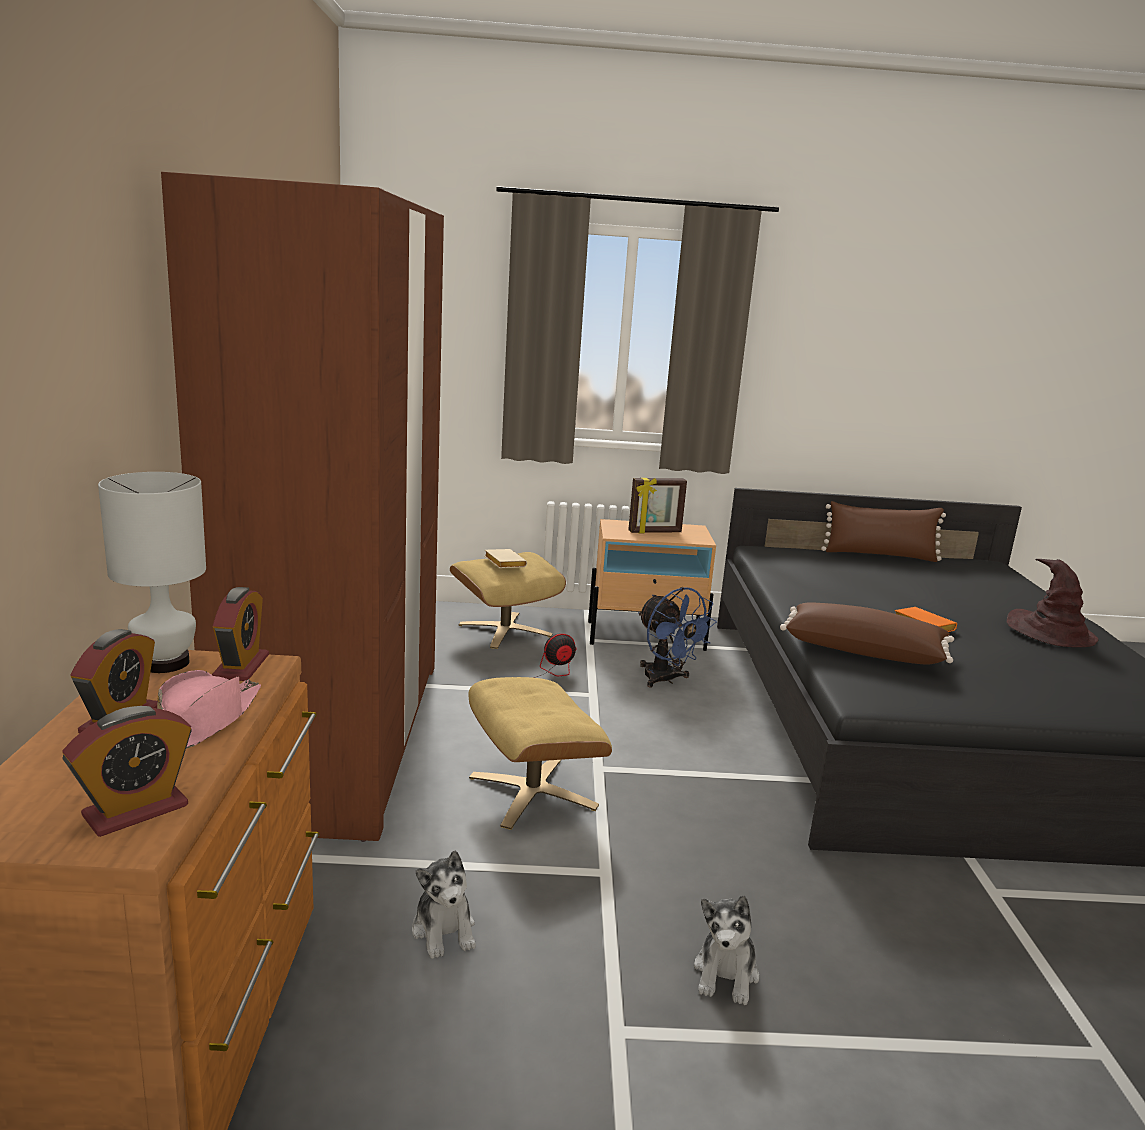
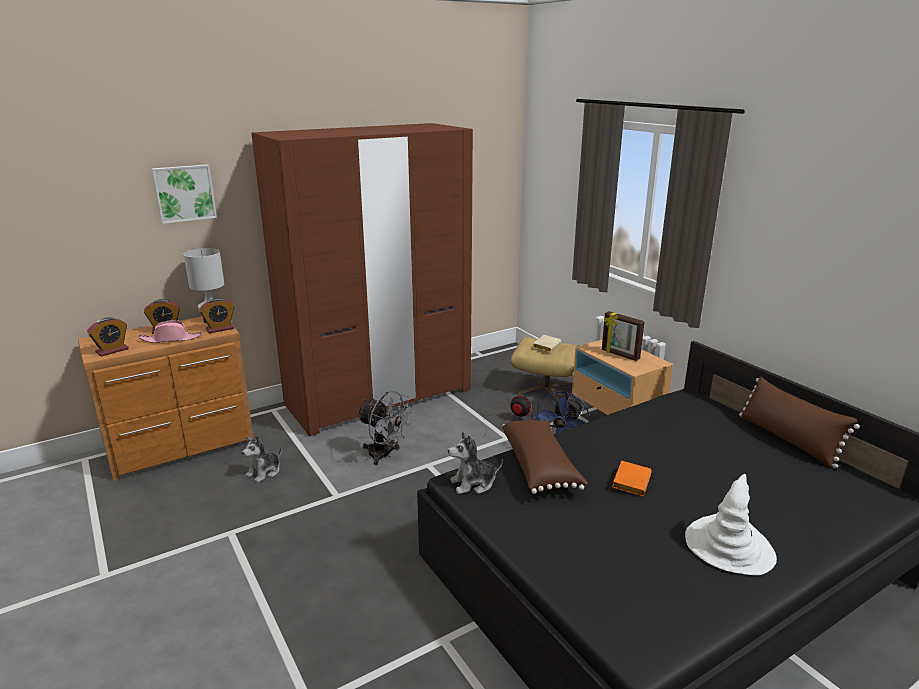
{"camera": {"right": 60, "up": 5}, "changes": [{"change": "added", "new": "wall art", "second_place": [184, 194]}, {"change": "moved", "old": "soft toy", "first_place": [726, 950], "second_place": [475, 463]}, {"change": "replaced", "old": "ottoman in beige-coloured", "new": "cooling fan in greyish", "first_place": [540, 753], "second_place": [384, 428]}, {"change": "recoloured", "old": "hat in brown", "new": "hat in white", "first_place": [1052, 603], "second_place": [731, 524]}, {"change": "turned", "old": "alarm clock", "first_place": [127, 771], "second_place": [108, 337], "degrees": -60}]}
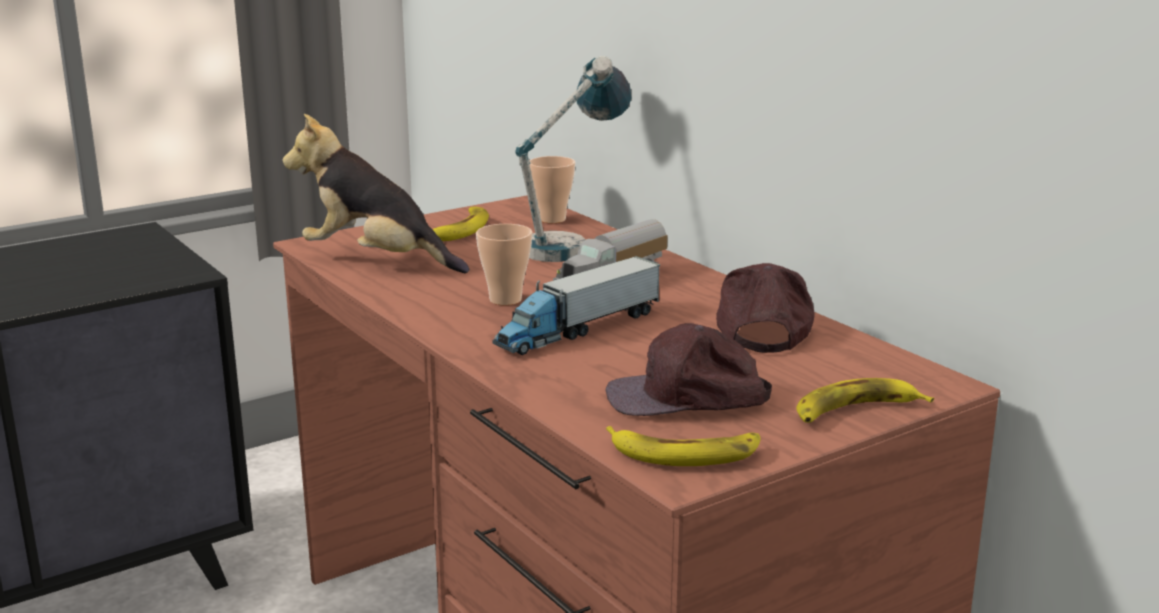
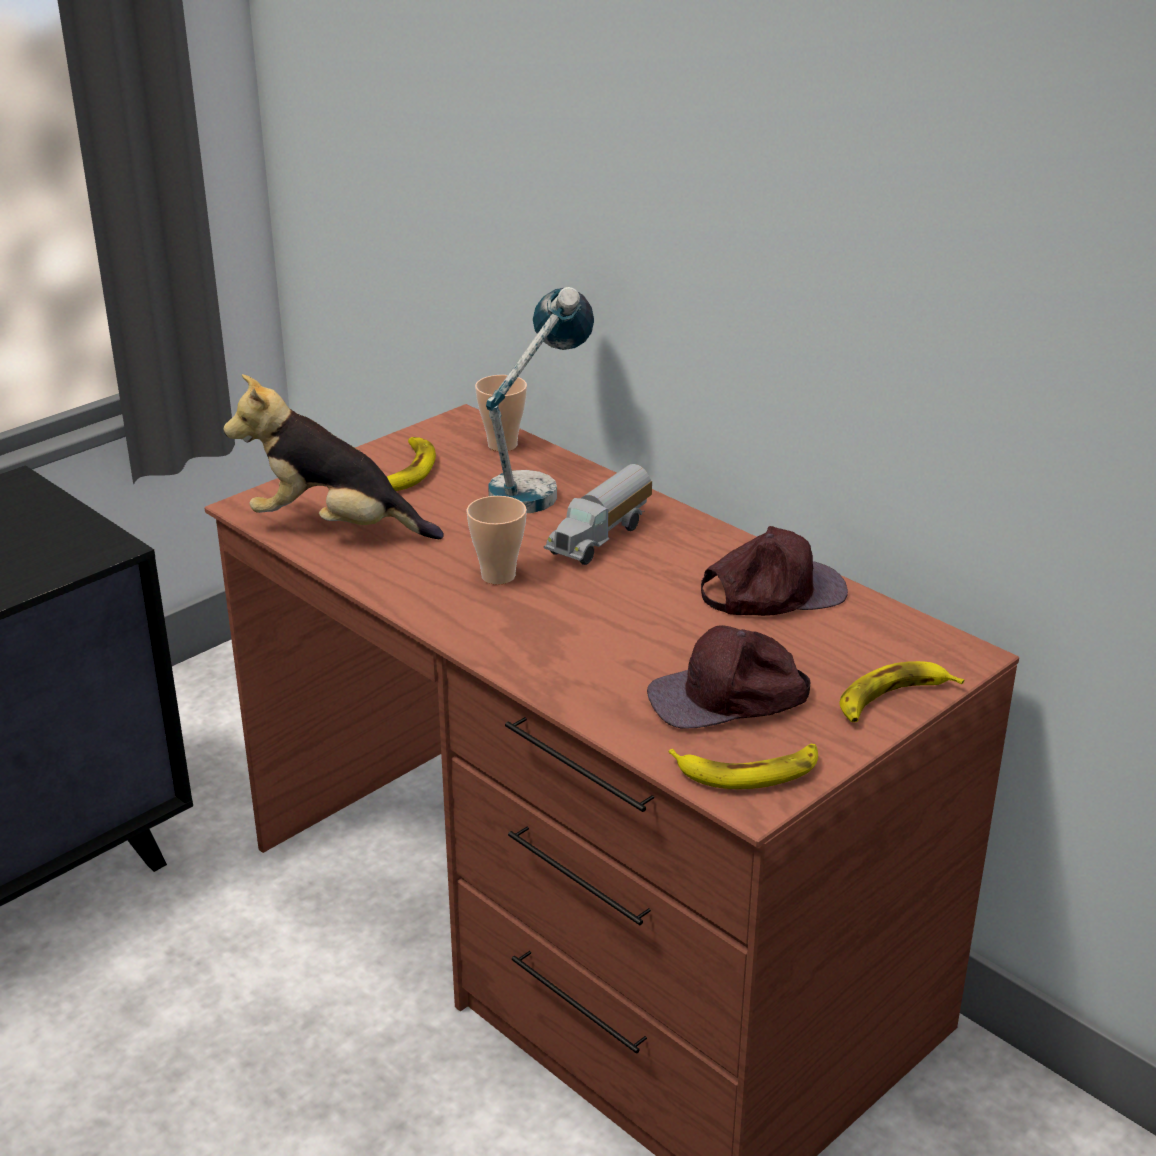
{"camera": {"right": -10, "up": 10}, "changes": [{"change": "removed", "old": "toy truck", "first_place": [576, 305]}, {"change": "turned", "old": "peaked cap in brown", "first_place": [765, 308], "second_place": [774, 571], "degrees": 75}]}
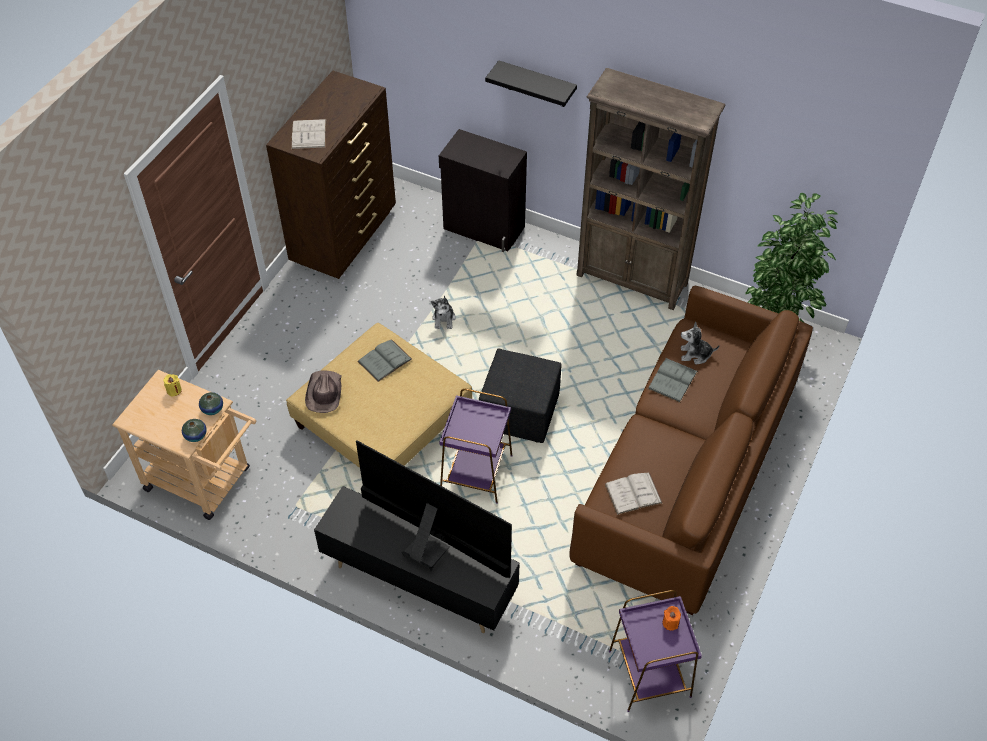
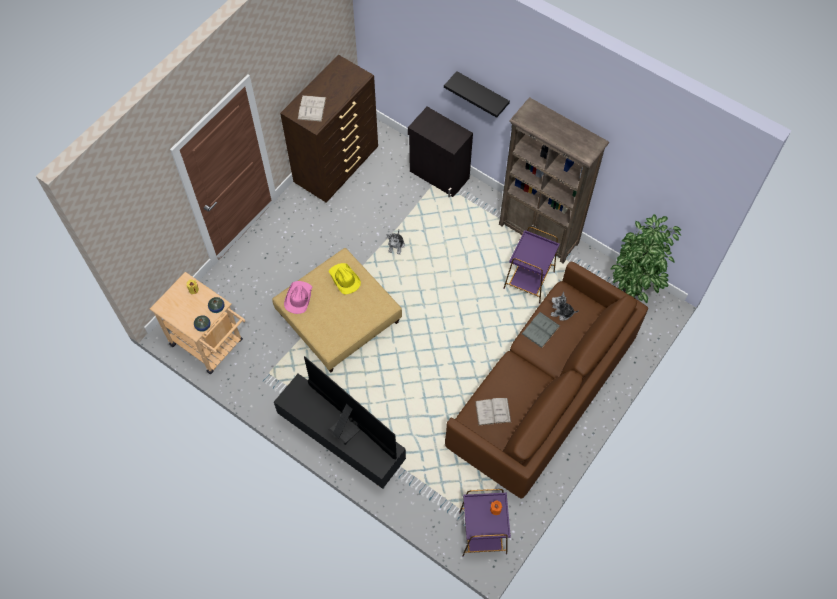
{"camera": {"right": 10, "up": 10}, "changes": [{"change": "removed", "old": "ottoman in black-coloured", "first_place": [520, 395]}, {"change": "moved", "old": "end table in purple", "first_place": [475, 446], "second_place": [531, 265]}, {"change": "replaced", "old": "volume in greyish", "new": "hat in yellowish", "first_place": [384, 360], "second_place": [345, 279]}, {"change": "recoloured", "old": "hat in brown", "new": "hat in pink-coloured", "first_place": [323, 391], "second_place": [298, 297]}]}
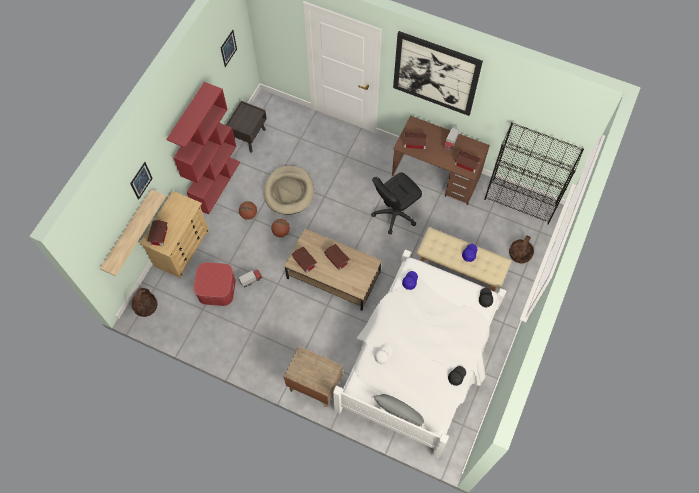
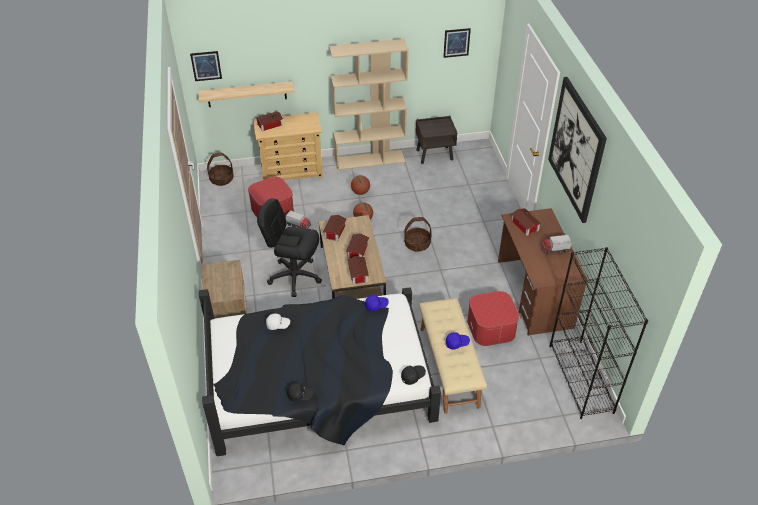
{"camera": {"right": 55, "up": -20}, "changes": [{"change": "removed", "old": "dog bed in beige-coloured", "first_place": [289, 190]}, {"change": "removed", "old": "throw pillow in greyish", "first_place": [399, 411]}, {"change": "added", "new": "ottoman", "second_place": [493, 318]}, {"change": "moved", "old": "wall art", "first_place": [141, 181], "second_place": [206, 66]}, {"change": "moved", "old": "computer chair in black-coloured", "first_place": [396, 203], "second_place": [289, 247]}, {"change": "moved", "old": "miniature house", "first_place": [468, 161], "second_place": [358, 270]}, {"change": "moved", "old": "storage basket", "first_place": [521, 249], "second_place": [417, 234]}, {"change": "recoloured", "old": "bookshelf in red", "new": "bookshelf in beige-coloured", "first_place": [203, 148], "second_place": [369, 104]}, {"change": "recoloured", "old": "bed in white", "new": "bed in black-coloured", "first_place": [419, 353], "second_place": [320, 371]}]}
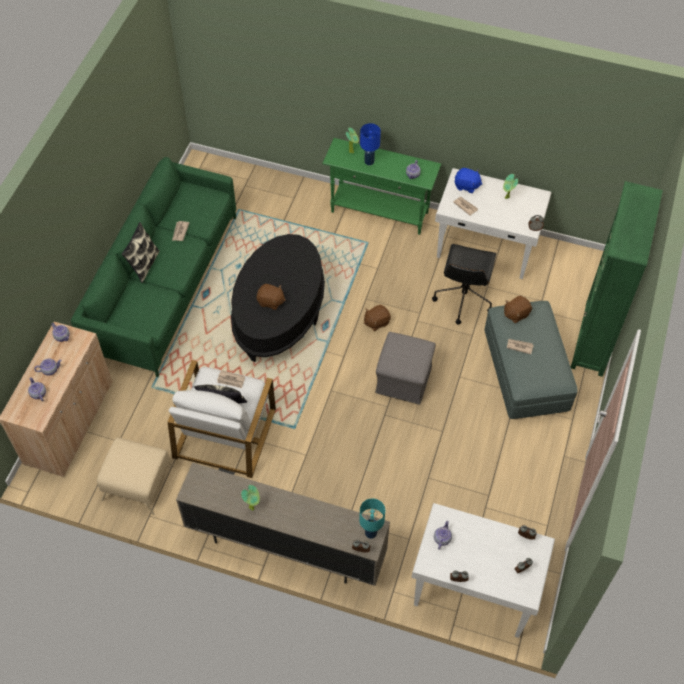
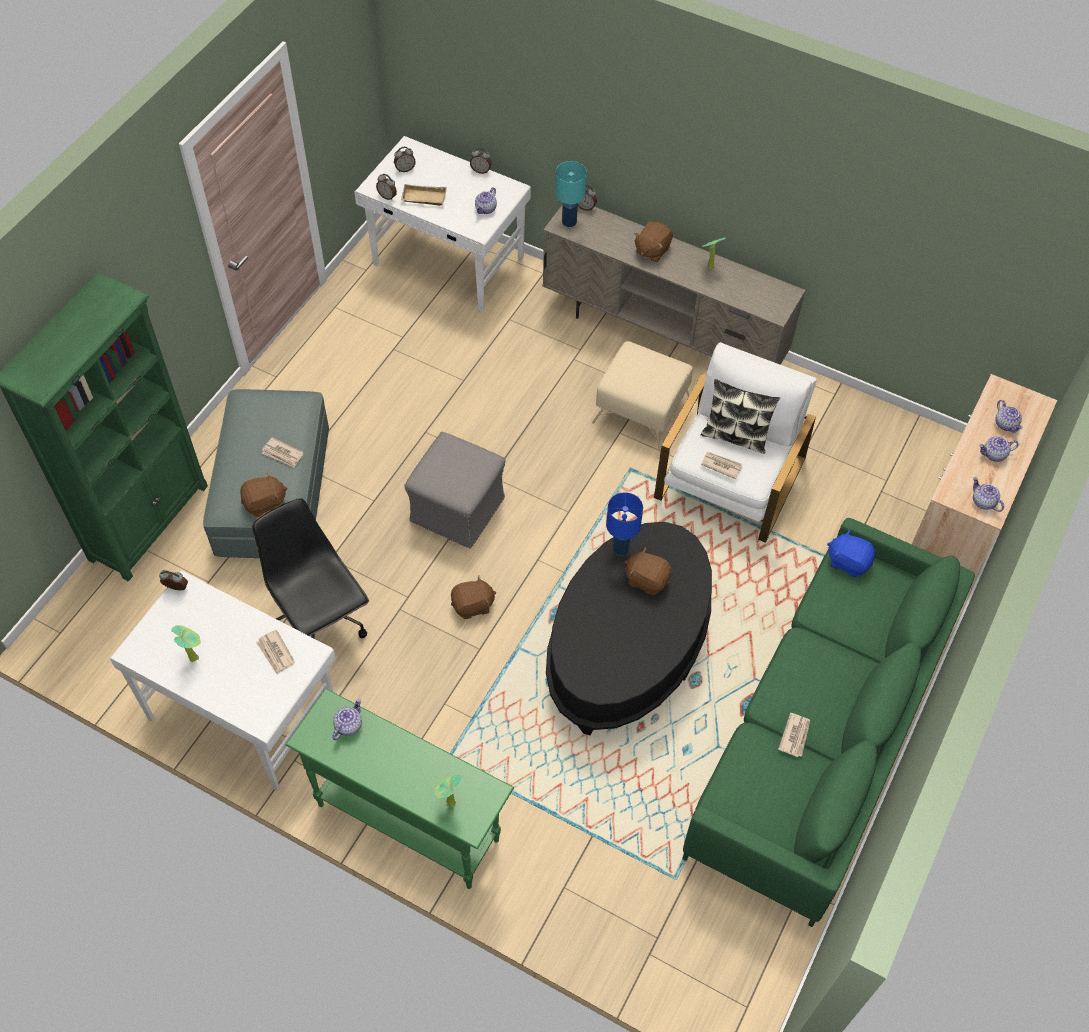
{"camera": {"right": -170, "up": 0}, "changes": [{"change": "removed", "old": "throw pillow", "first_place": [141, 252]}, {"change": "added", "new": "serving tray in beige-coloured", "second_place": [424, 195]}, {"change": "added", "new": "soft toy in brown", "second_place": [653, 241]}, {"change": "moved", "old": "ottoman in beige-coloured", "first_place": [135, 476], "second_place": [642, 396]}, {"change": "moved", "old": "table lamp in blue-coloured", "first_place": [370, 144], "second_place": [624, 524]}, {"change": "moved", "old": "soft toy in blue-coloured", "first_place": [468, 180], "second_place": [851, 553]}, {"change": "turned", "old": "computer chair in black-coloured", "first_place": [464, 284], "second_place": [310, 568], "degrees": -60}]}
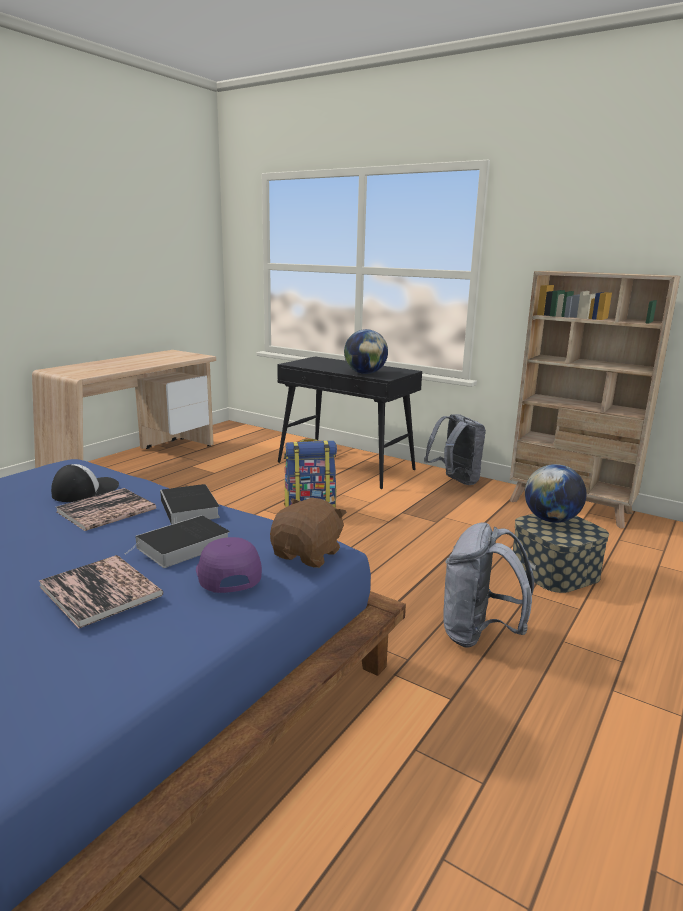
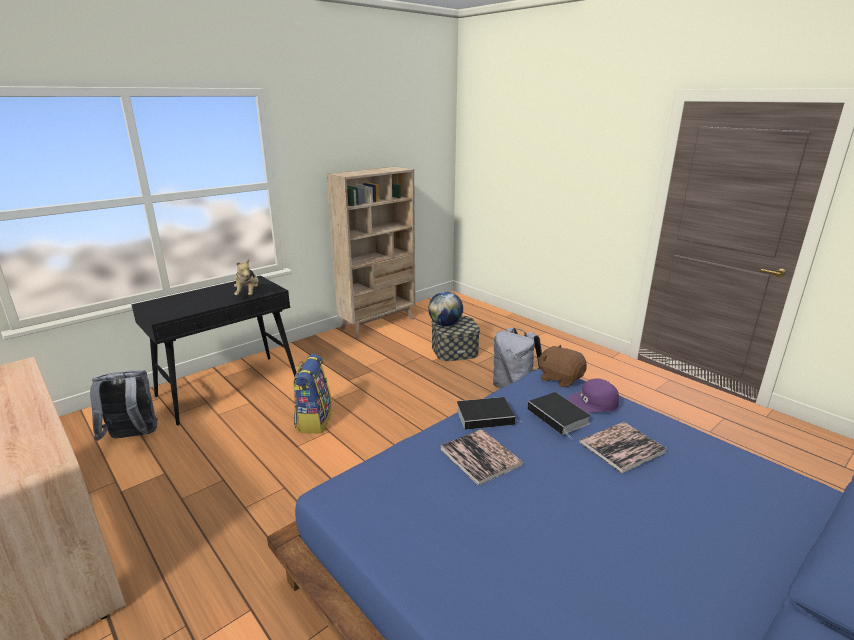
{"camera": {"right": -75, "up": 5}, "changes": [{"change": "removed", "old": "peaked cap", "first_place": [85, 483]}, {"change": "moved", "old": "backpack in greyish", "first_place": [455, 449], "second_place": [124, 405]}, {"change": "replaced", "old": "globe", "new": "soft toy", "first_place": [366, 351], "second_place": [246, 277]}]}
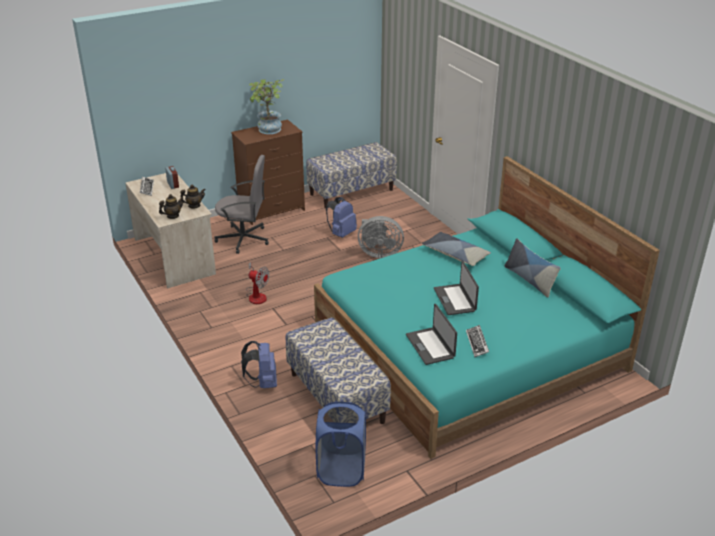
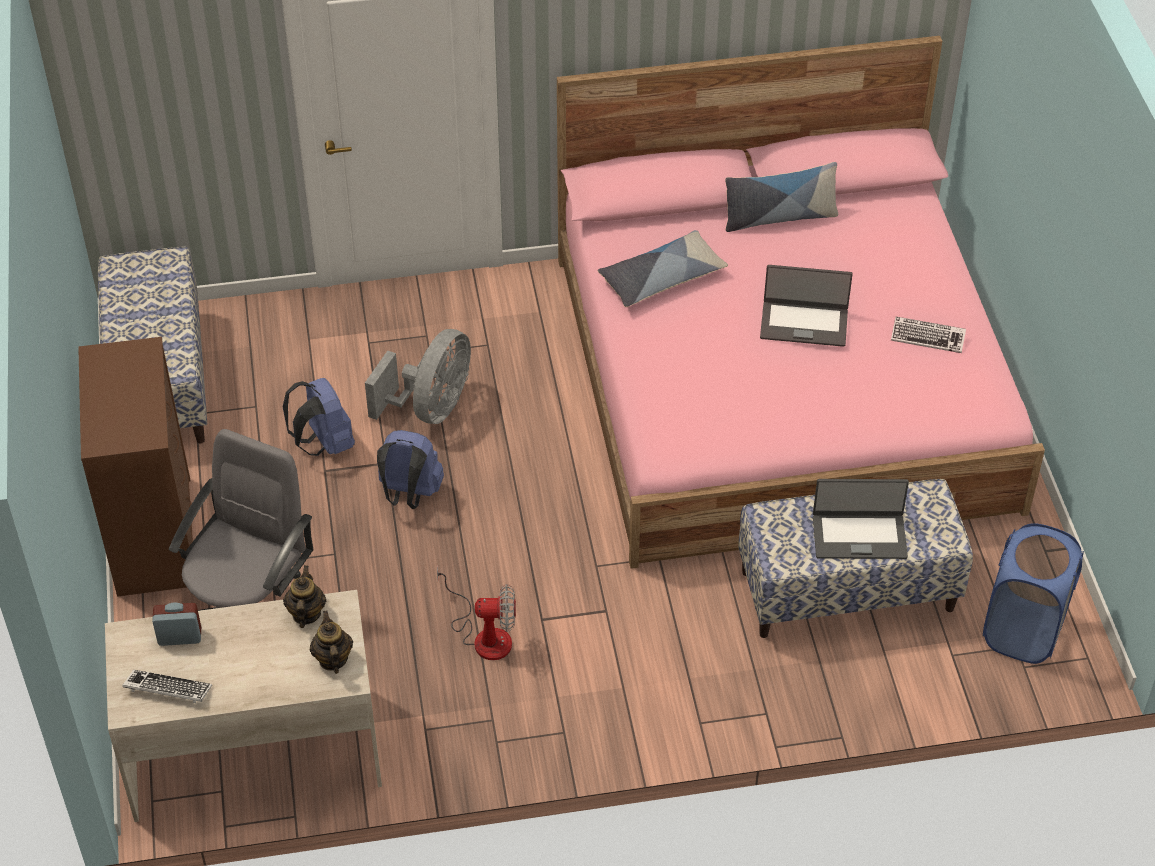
{"camera": {"right": -70, "up": 15}, "changes": [{"change": "removed", "old": "plant in a pot", "first_place": [266, 106]}, {"change": "moved", "old": "backpack in blue-coloured", "first_place": [259, 364], "second_place": [410, 469]}, {"change": "moved", "old": "notebook computer", "first_place": [431, 334], "second_place": [861, 519]}, {"change": "recoloured", "old": "bed in turquoise-coloured", "new": "bed in pink-coloured", "first_place": [487, 307], "second_place": [801, 302]}, {"change": "turned", "old": "cooling fan", "first_place": [257, 283], "second_place": [476, 612], "degrees": 45}]}
